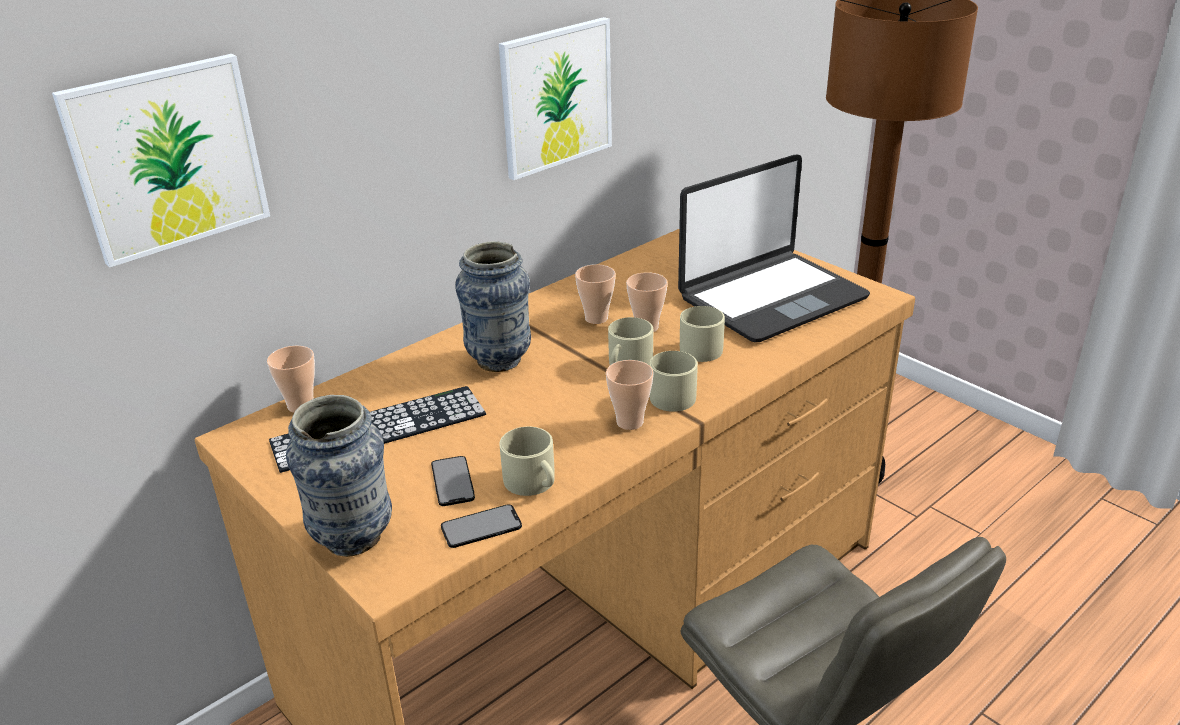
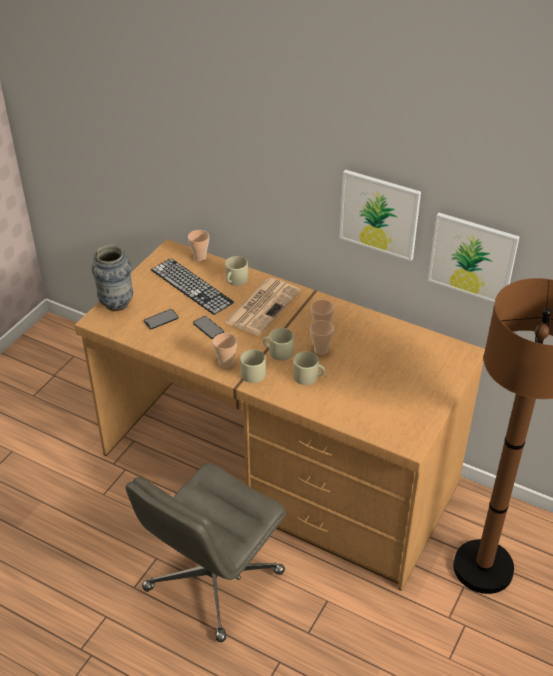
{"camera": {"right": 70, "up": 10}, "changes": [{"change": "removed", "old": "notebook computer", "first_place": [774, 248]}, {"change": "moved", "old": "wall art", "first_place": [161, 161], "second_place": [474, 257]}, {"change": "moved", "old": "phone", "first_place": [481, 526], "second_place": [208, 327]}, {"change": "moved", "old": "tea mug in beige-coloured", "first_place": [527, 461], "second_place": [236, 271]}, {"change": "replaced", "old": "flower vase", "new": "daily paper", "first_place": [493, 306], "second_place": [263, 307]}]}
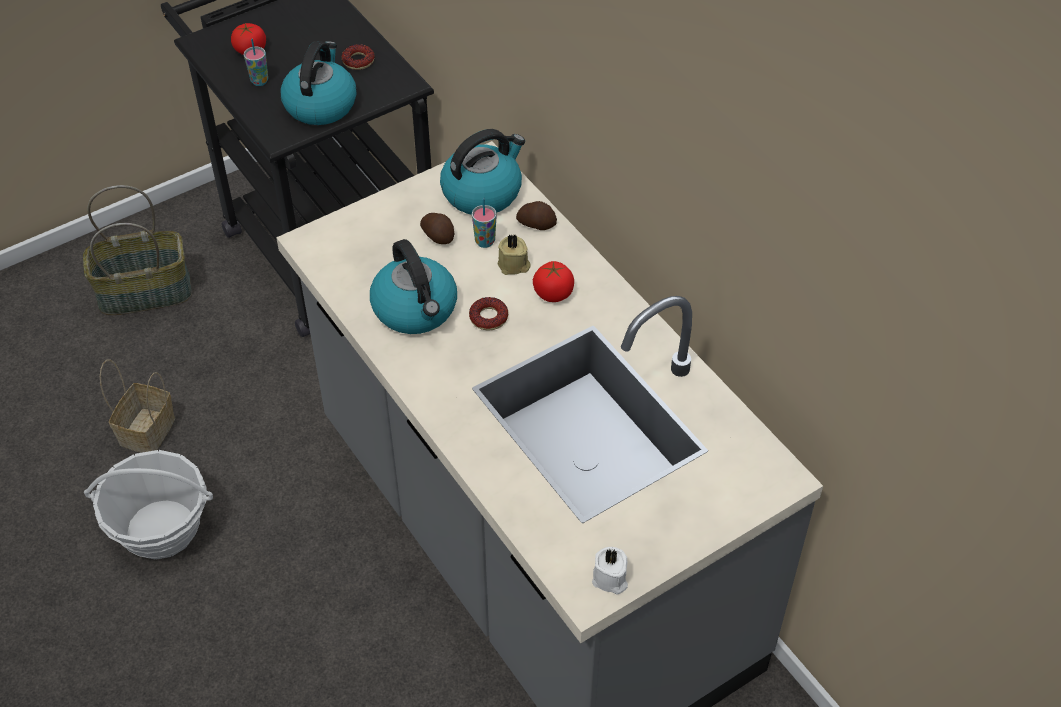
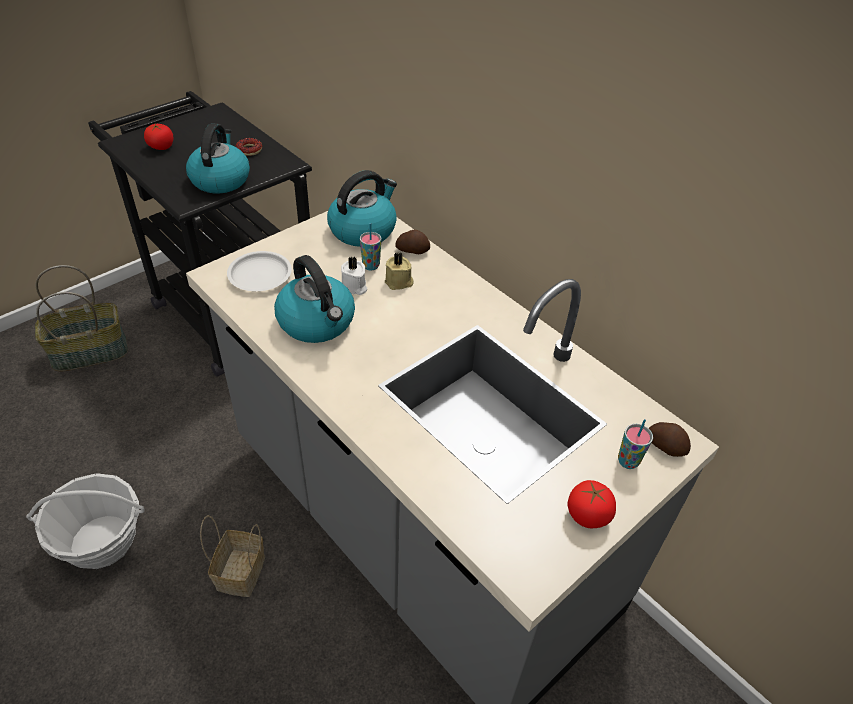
{"camera": {"right": -10, "up": -5}, "changes": [{"change": "removed", "old": "donut", "first_place": [488, 313]}, {"change": "added", "new": "flat dish in white", "second_place": [259, 271]}, {"change": "moved", "old": "storage basket", "first_place": [137, 406], "second_place": [232, 556]}, {"change": "moved", "old": "cup", "first_place": [256, 62], "second_place": [635, 444]}, {"change": "moved", "old": "whole potato", "first_place": [437, 228], "second_place": [670, 439]}, {"change": "moved", "old": "tomato", "first_place": [553, 281], "second_place": [592, 504]}, {"change": "moved", "old": "wax candle in white", "first_place": [610, 571], "second_place": [354, 276]}]}
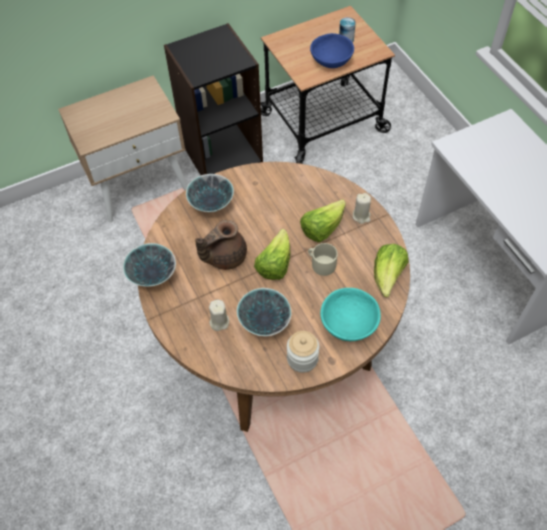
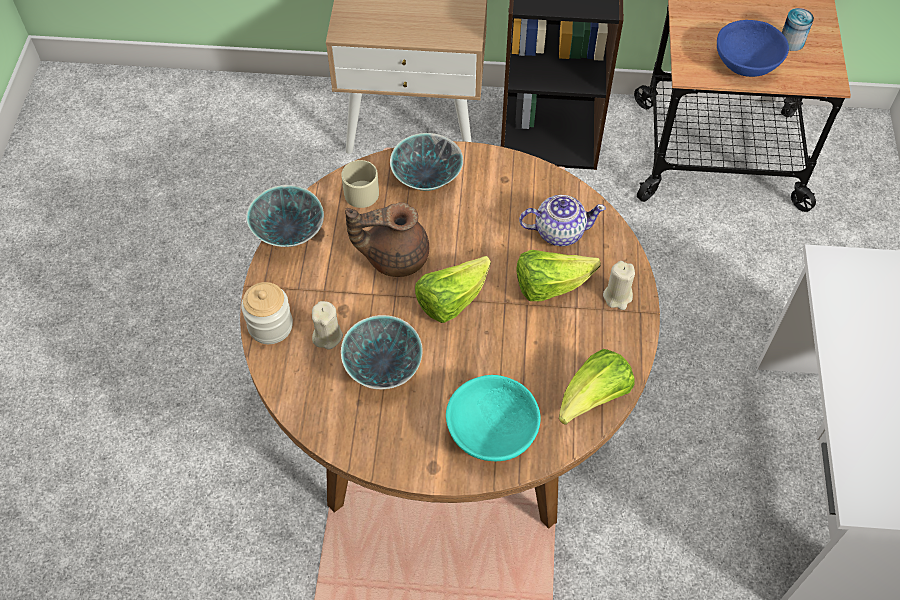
{"camera": {"right": 30, "up": 0}, "changes": [{"change": "added", "new": "pot for tea", "second_place": [562, 220]}, {"change": "moved", "old": "jar", "first_place": [303, 352], "second_place": [267, 313]}, {"change": "moved", "old": "tea mug in beige-coloured", "first_place": [323, 259], "second_place": [360, 184]}]}
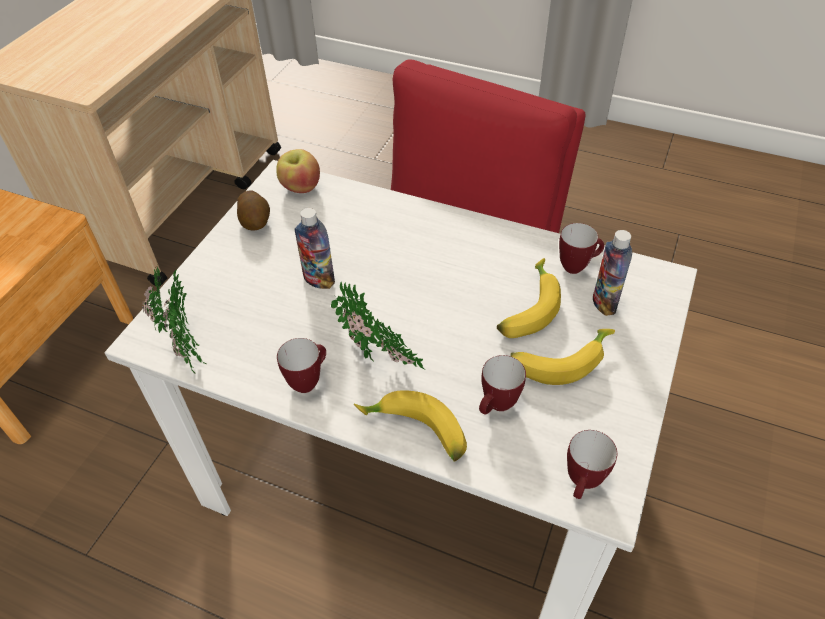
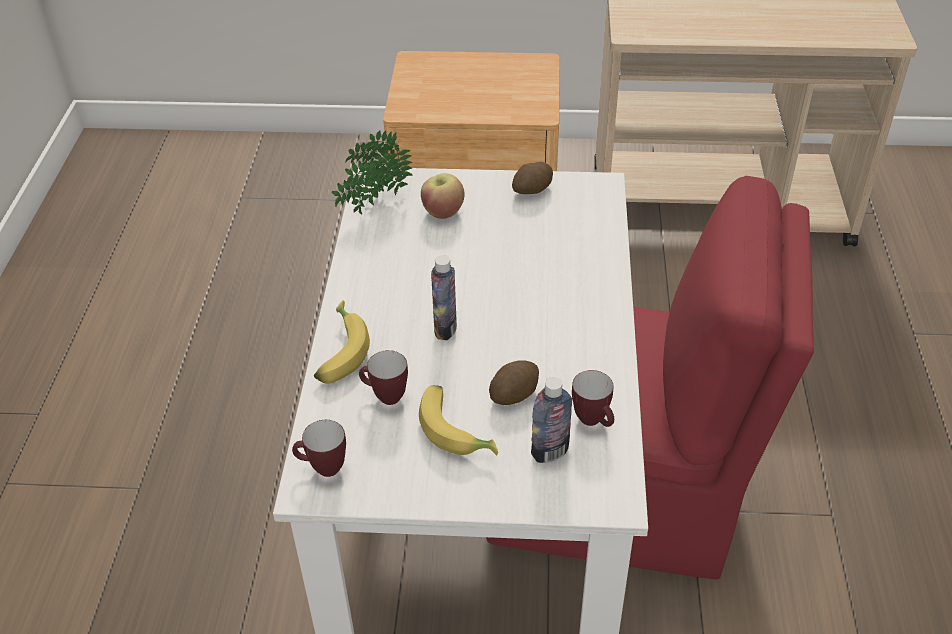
{"camera": {"right": 70, "up": -5}, "changes": [{"change": "removed", "old": "tea mug", "first_place": [301, 365]}, {"change": "removed", "old": "plant in a pot", "first_place": [378, 326]}, {"change": "moved", "old": "whole apple", "first_place": [298, 171], "second_place": [443, 196]}, {"change": "moved", "old": "drink bottle", "first_place": [315, 248], "second_place": [444, 297]}, {"change": "replaced", "old": "banana", "new": "whole potato", "first_place": [529, 298], "second_place": [514, 382]}]}
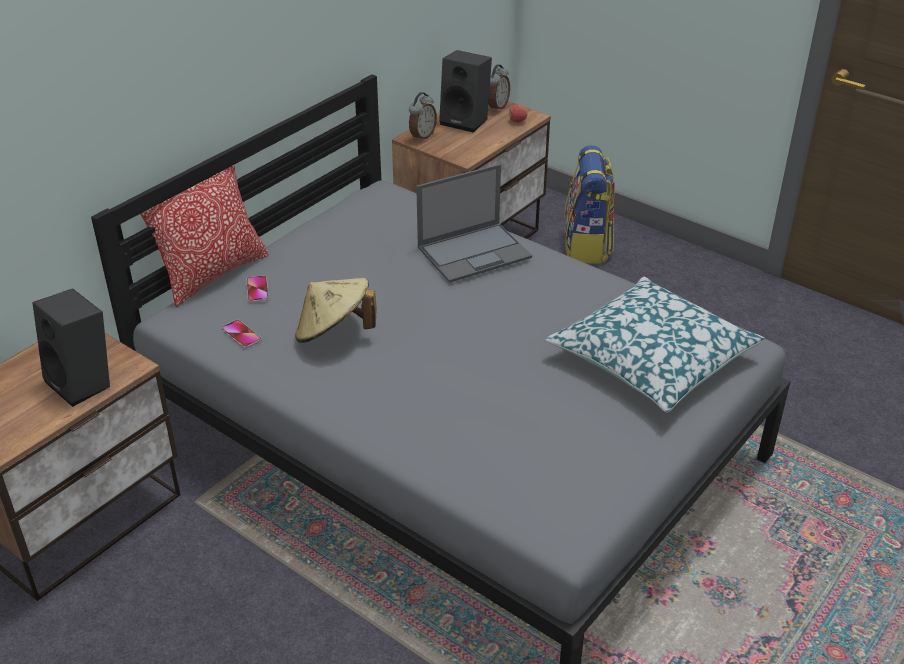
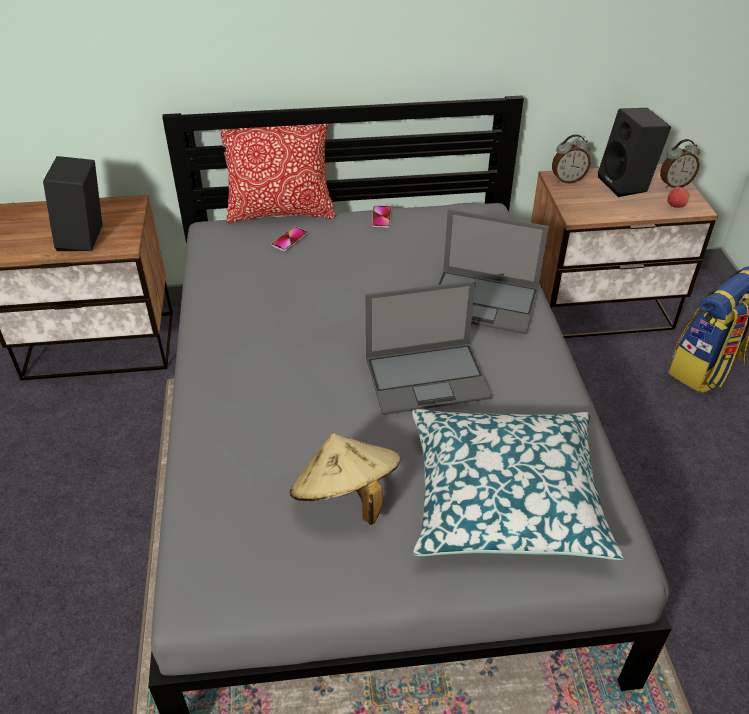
{"camera": {"right": 45, "up": 5}, "changes": [{"change": "added", "new": "notebook computer", "second_place": [428, 347]}, {"change": "moved", "old": "phone", "first_place": [241, 334], "second_place": [381, 216]}, {"change": "moved", "old": "hat in beige-coloured", "first_place": [336, 310], "second_place": [345, 479]}]}
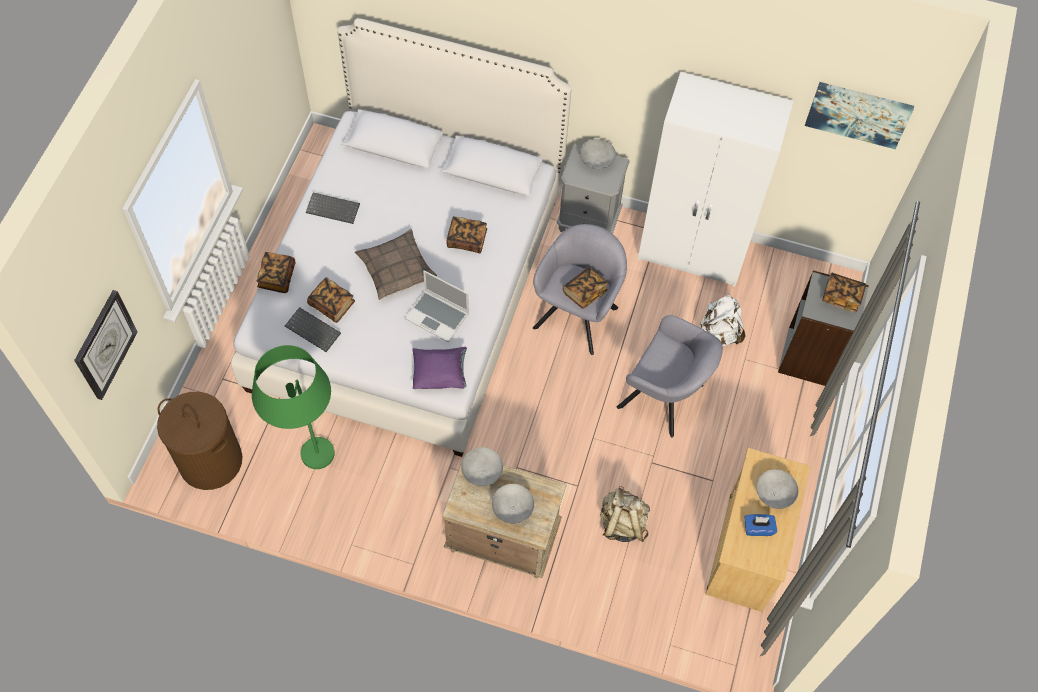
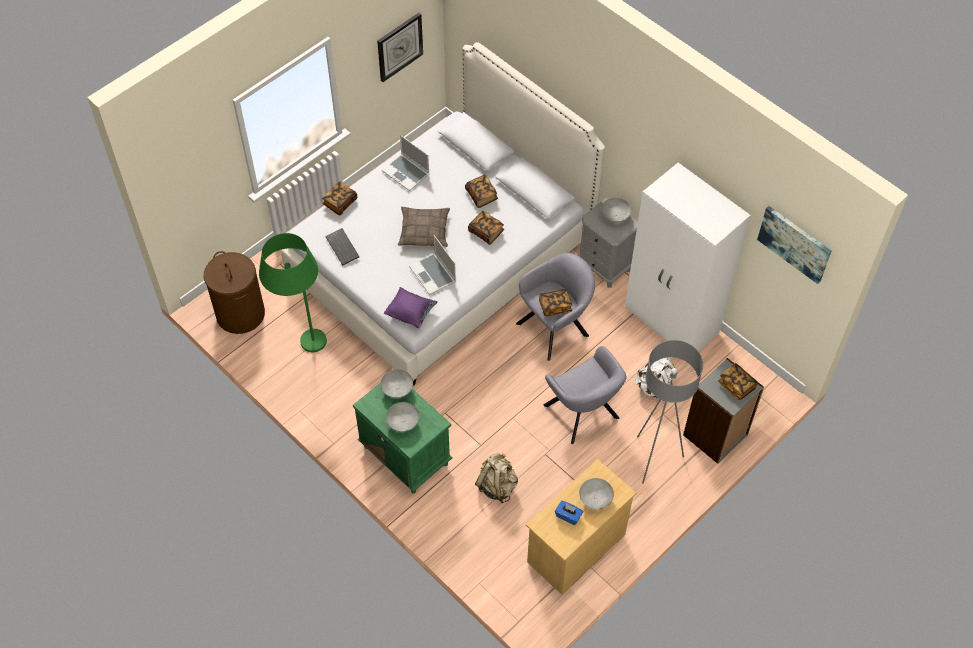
{"camera": {"right": 30, "up": -5}, "changes": [{"change": "added", "new": "standing lamp in greyish", "second_place": [670, 412]}, {"change": "moved", "old": "hanging clock", "first_place": [106, 345], "second_place": [400, 47]}, {"change": "moved", "old": "volume", "first_place": [331, 300], "second_place": [481, 191]}, {"change": "replaced", "old": "PC keyboard", "new": "notebook computer", "first_place": [333, 208], "second_place": [405, 163]}, {"change": "recoloured", "old": "night table in beige-coloured", "new": "night table in greenish", "first_place": [504, 516], "second_place": [403, 438]}]}
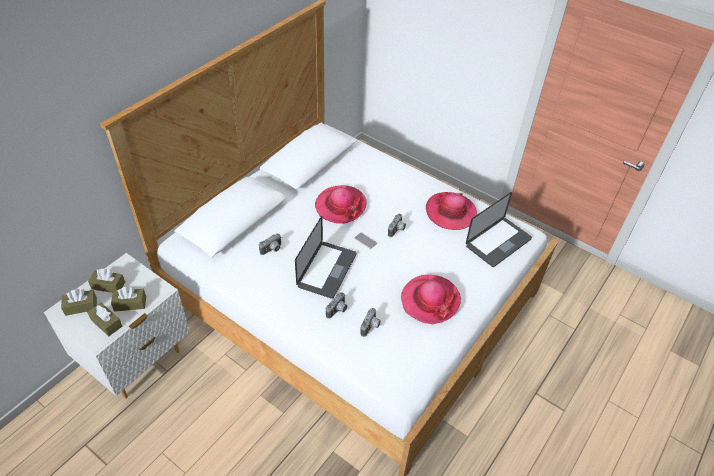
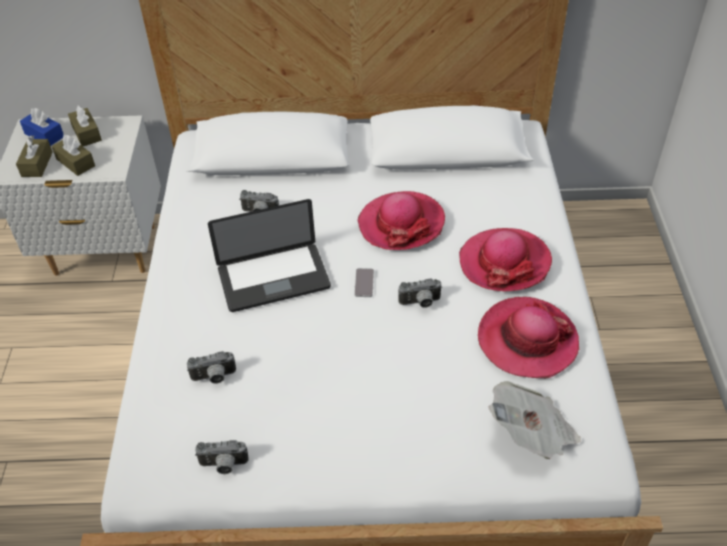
{"camera": {"right": 55, "up": 0}, "changes": [{"change": "moved", "old": "still camera", "first_place": [336, 305], "second_place": [222, 457]}, {"change": "moved", "old": "hat", "first_place": [431, 299], "second_place": [505, 260]}, {"change": "replaced", "old": "notebook computer", "new": "daily paper", "first_place": [499, 229], "second_place": [534, 420]}, {"change": "recoloured", "old": "box of tissues in brown", "new": "box of tissues in blue-coloured", "first_place": [79, 302], "second_place": [42, 127]}]}
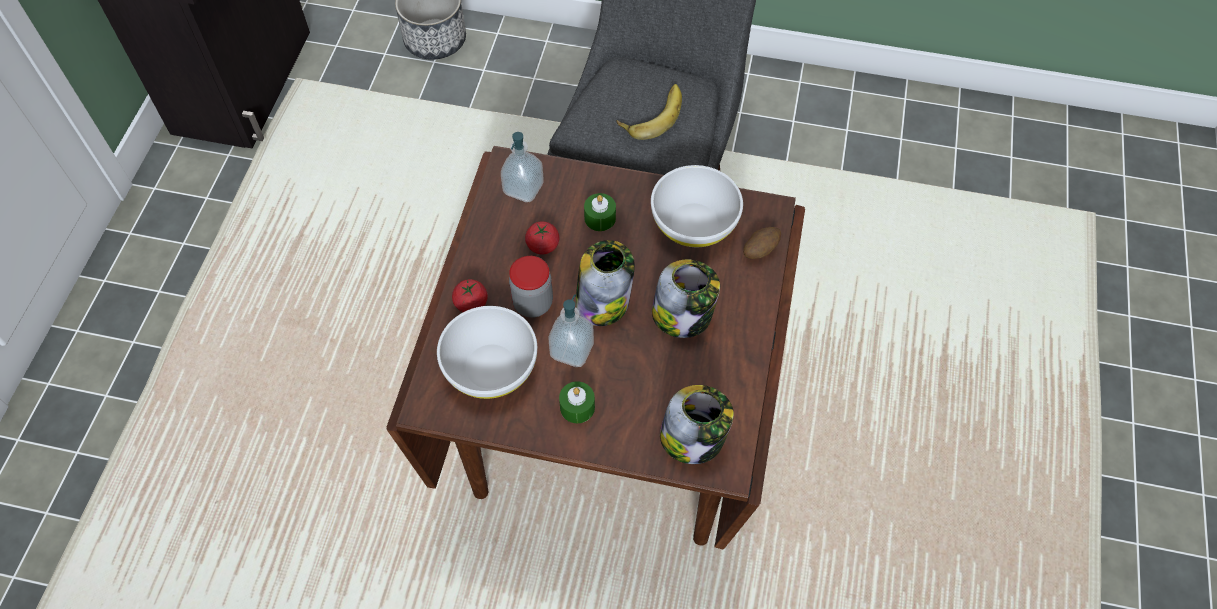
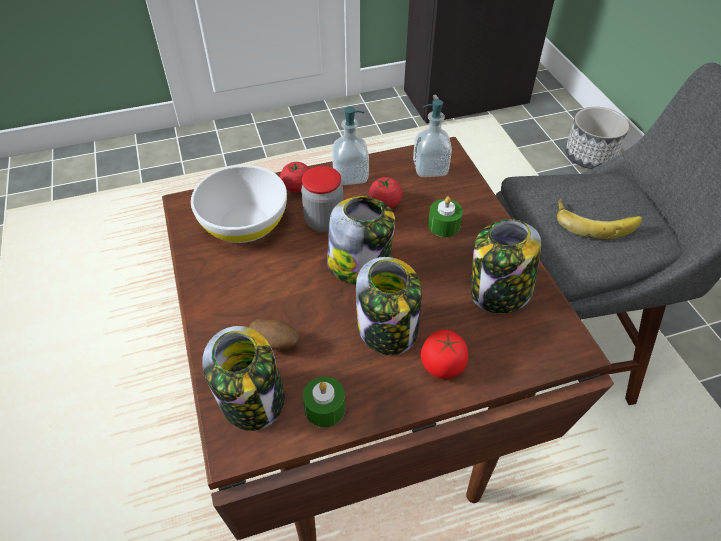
{"camera": {"right": 60, "up": -10}, "changes": [{"change": "added", "new": "tomato", "second_place": [444, 354]}, {"change": "moved", "old": "soap bottle", "first_place": [571, 330], "second_place": [350, 146]}, {"change": "moved", "old": "wax candle in greenish", "first_place": [577, 402], "second_place": [324, 402]}, {"change": "moved", "old": "whole potato", "first_place": [762, 243], "second_place": [274, 334]}, {"change": "replaced", "old": "bowl in white", "new": "jar", "first_place": [697, 206], "second_place": [506, 266]}]}
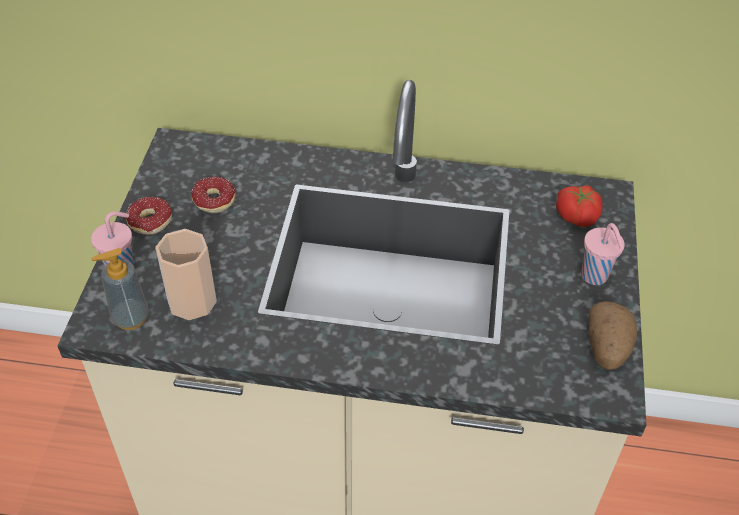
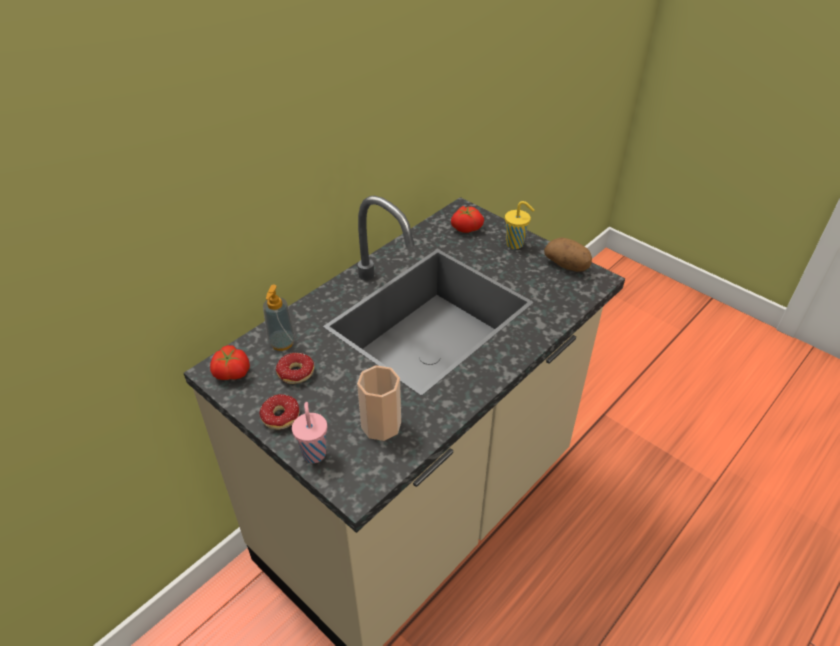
{"camera": {"right": -55, "up": -5}, "changes": [{"change": "added", "new": "tomato", "second_place": [230, 362]}, {"change": "moved", "old": "soap bottle", "first_place": [120, 289], "second_place": [279, 317]}, {"change": "recoloured", "old": "cup in pink-coloured", "new": "cup in yellowish", "first_place": [603, 254], "second_place": [519, 225]}]}
